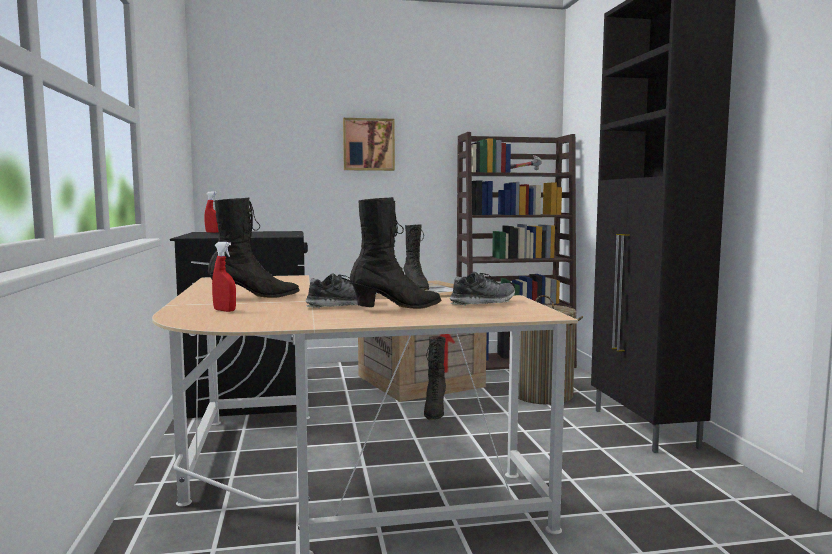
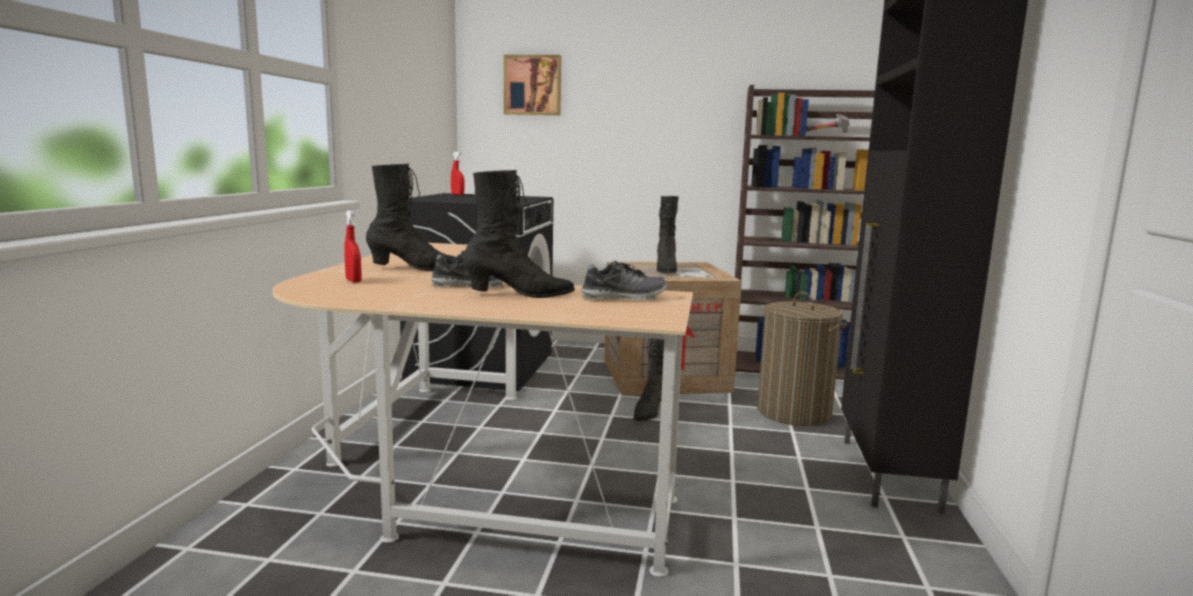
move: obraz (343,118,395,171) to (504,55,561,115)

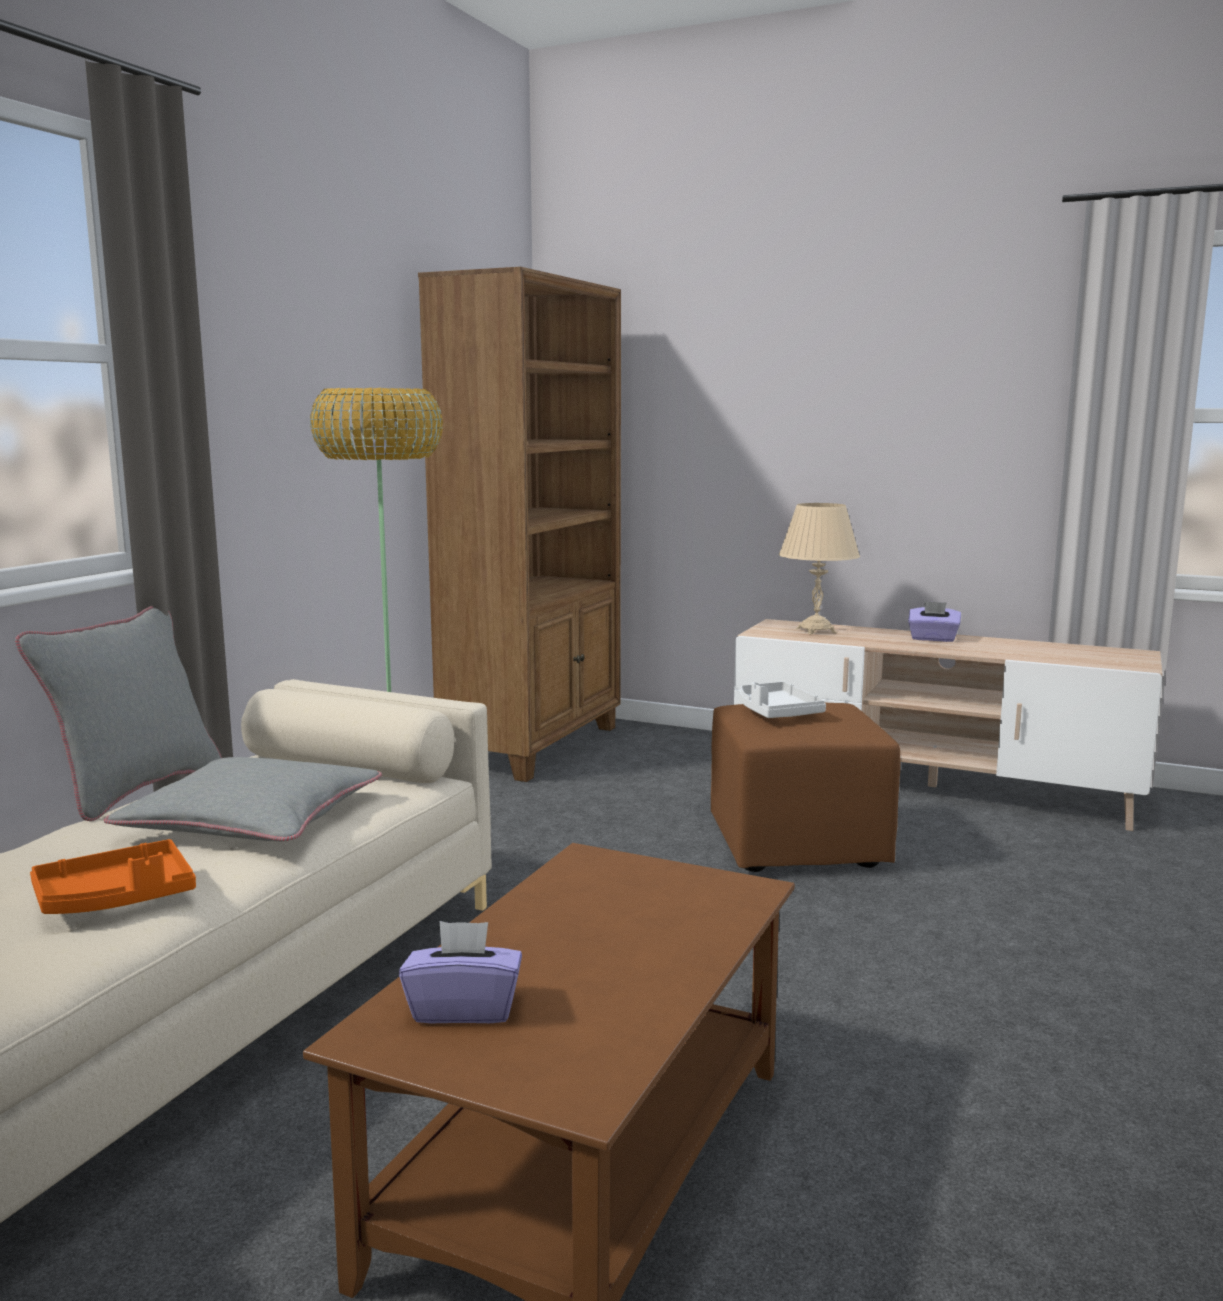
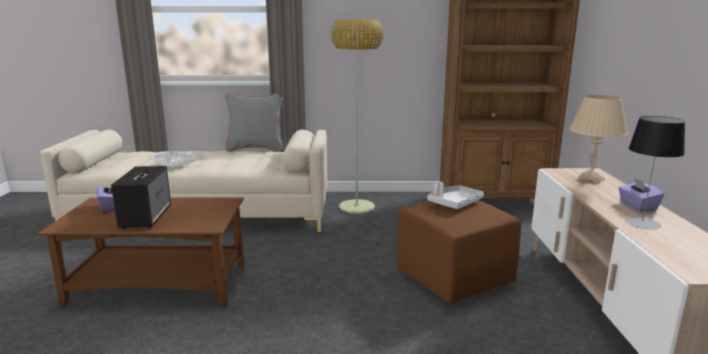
delete: poduszka/szary (104,757,382,841)
insert: głośnik (111,166,171,229); lampa stołowa (625,116,685,229)
recolor: taca/pomarańczowy (30,839,196,914) to taca/biały (153,151,196,167)

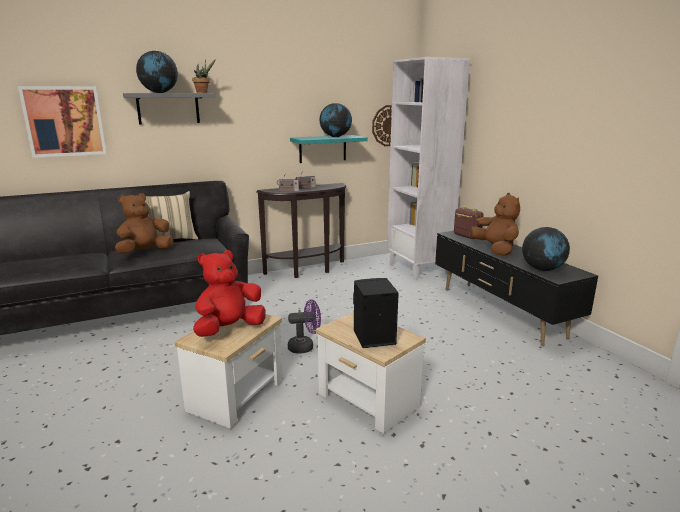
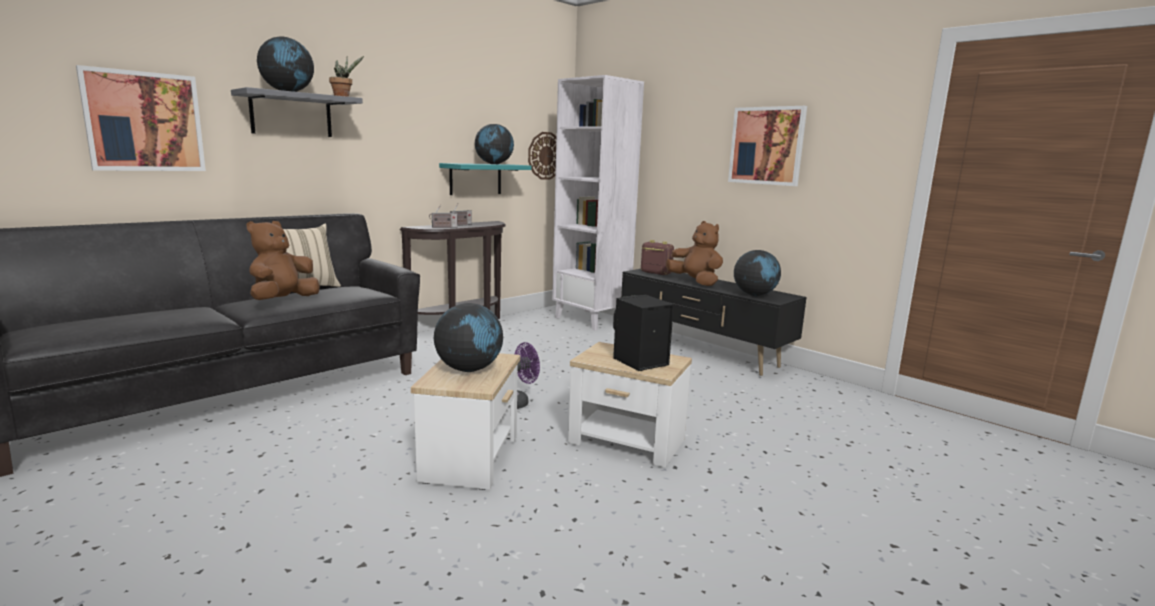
insert: obraz (728,106,807,186)
replace: pluszak/czerwony (193,250,266,337) to globus (434,303,503,372)

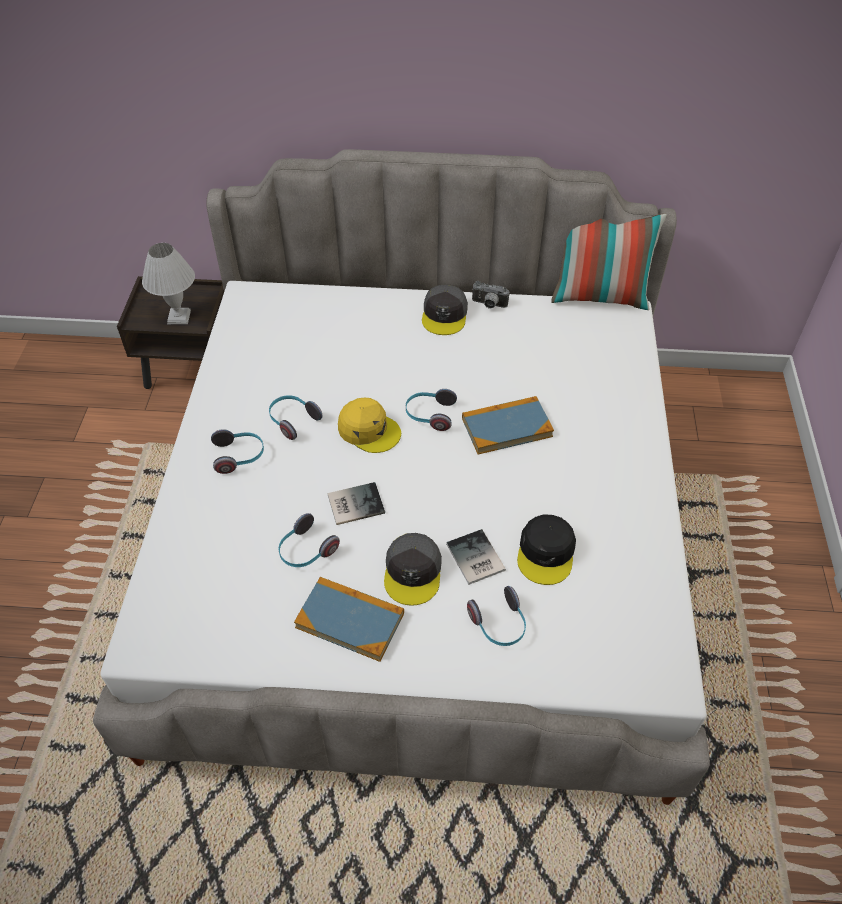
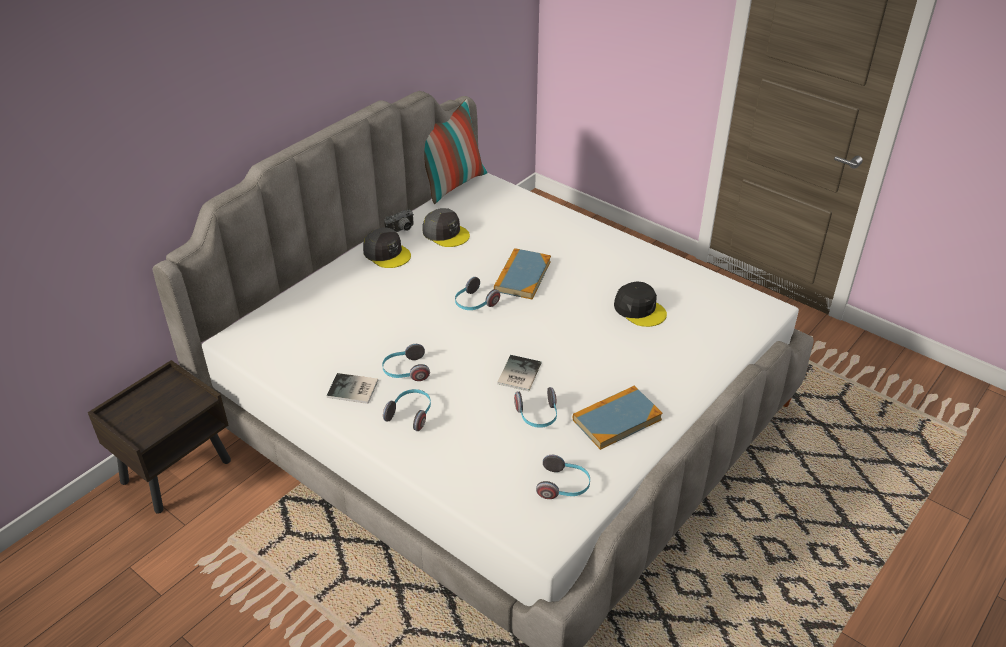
delete: lampa stołowa/biały (142,243,195,324); czapka z daszkiem/żółty (338,398,401,453)
move: książka (446,529,506,585) to (326,373,378,404); czapka z daszkiem/szary (384,533,442,606) to (423,208,470,247); słuchawki (467,586,526,646) to (536,455,590,499)

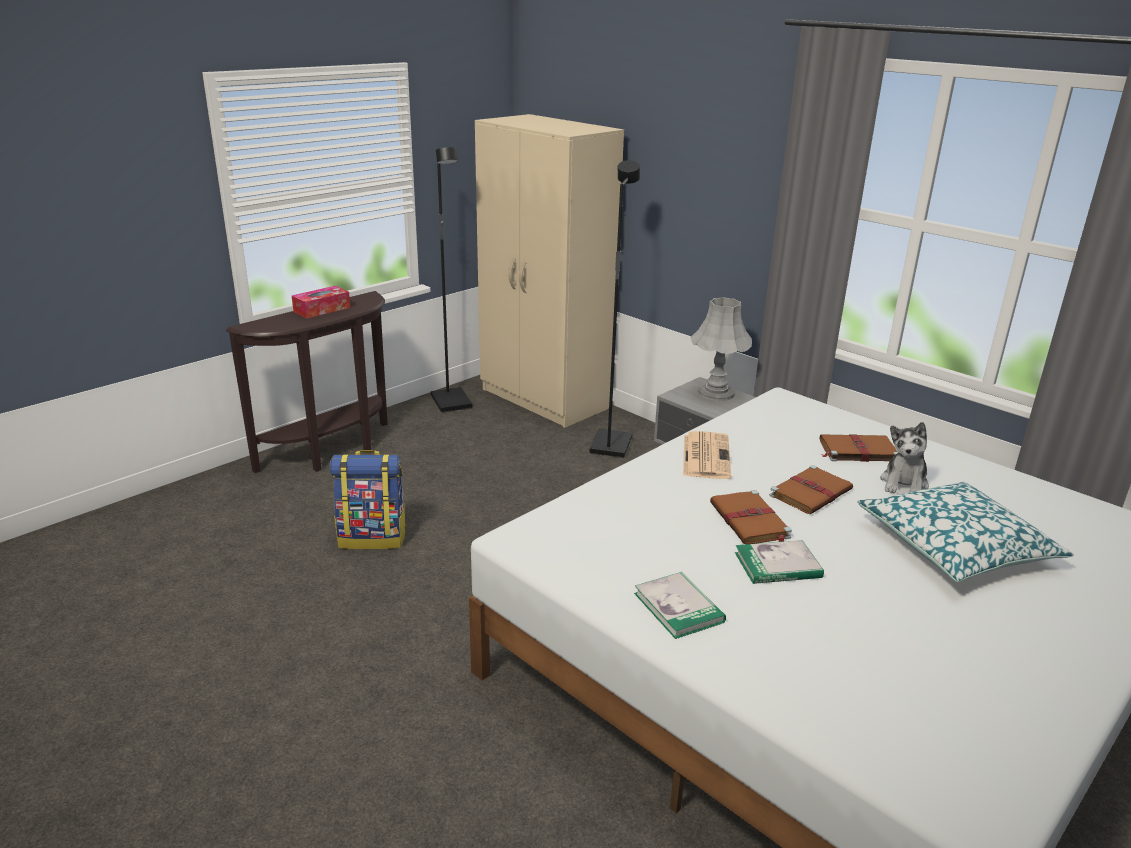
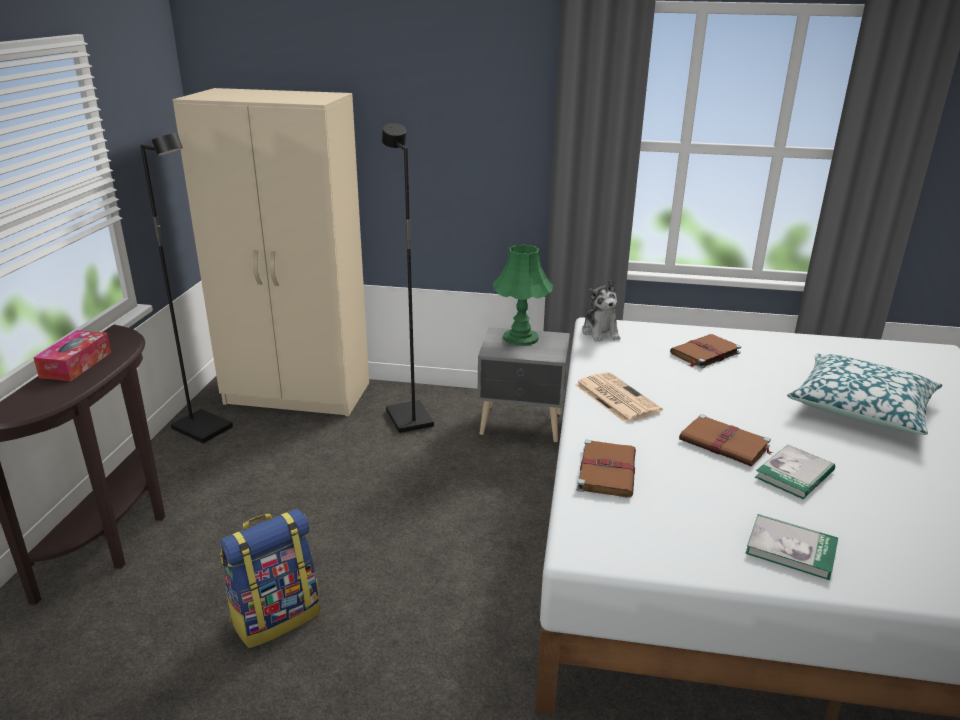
move: książka/brązowy (770,465,853,514) to (577,439,636,498); pluszak (880,422,929,494) to (582,280,620,342)
recolor: lampa stołowa/szary (691,297,752,401) to lampa stołowa/zielony (493,244,553,346)

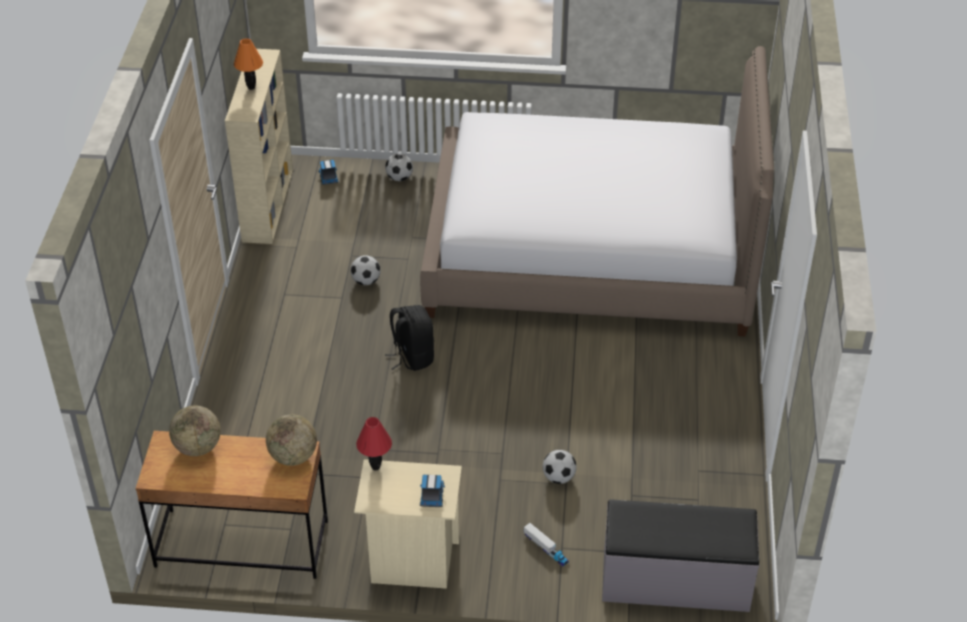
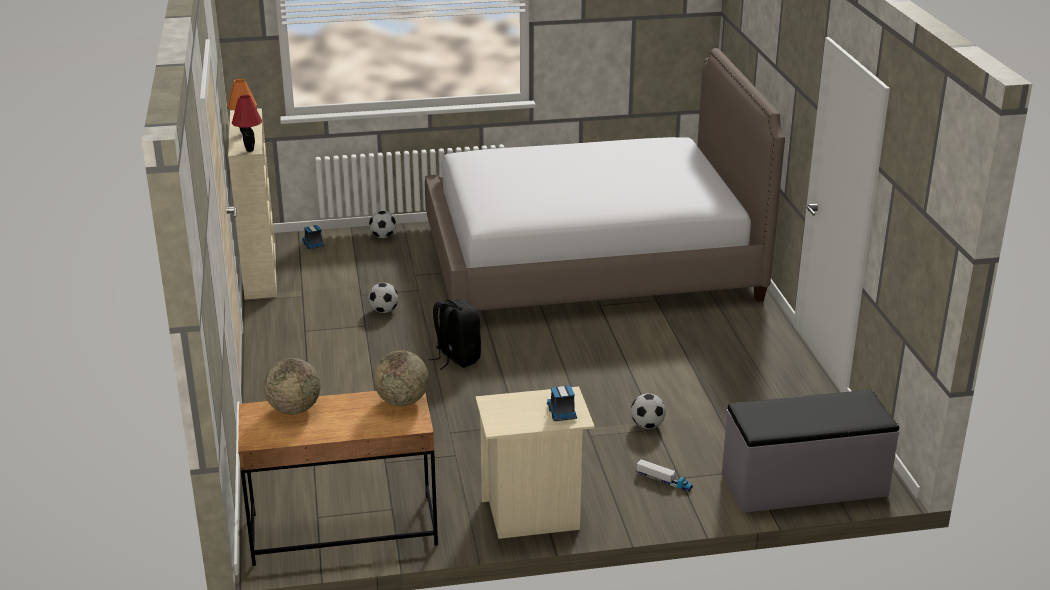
move: lampa stołowa/czerwony (356,417,392,470) to (232,95,262,152)

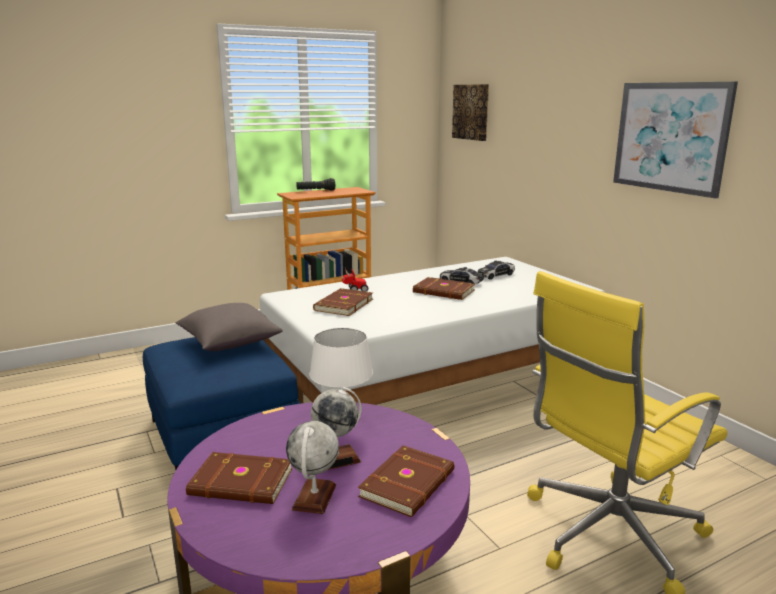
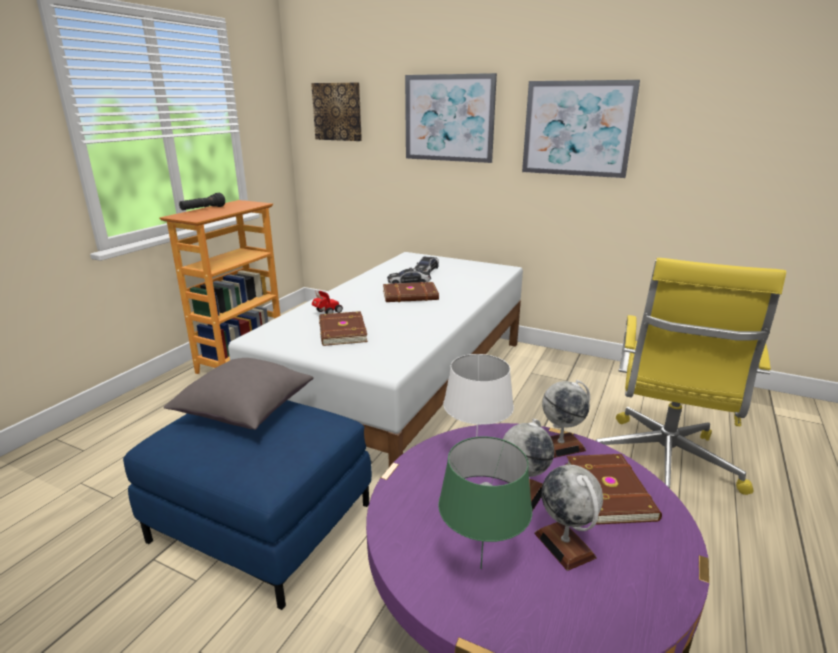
insert: obraz (405,73,497,163); globus (542,380,590,458)
replace: książka/brązowy (186,452,292,504) to lampa stołowa/zielony (438,437,532,569)

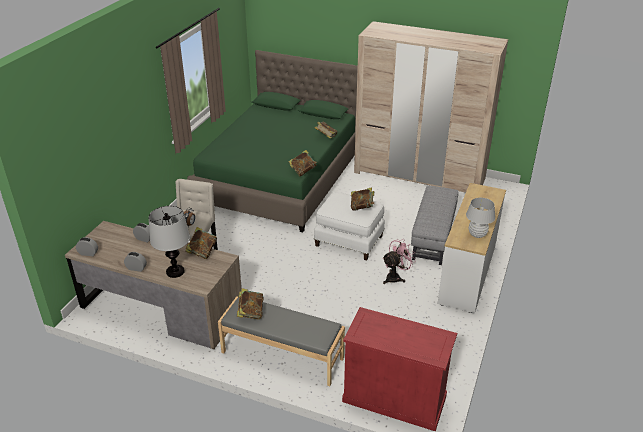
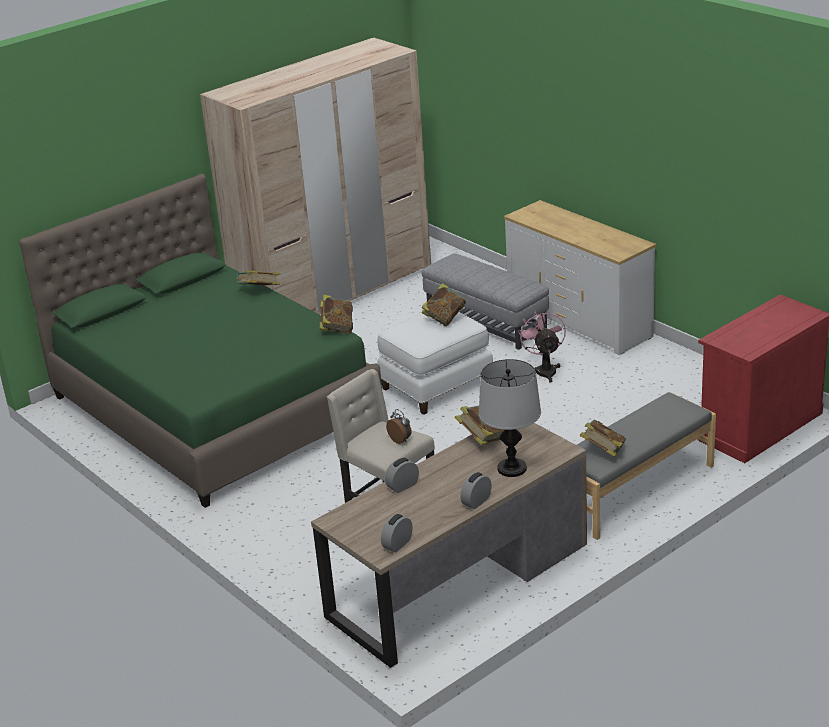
delete: lampa stołowa/biały (466,198,495,238)

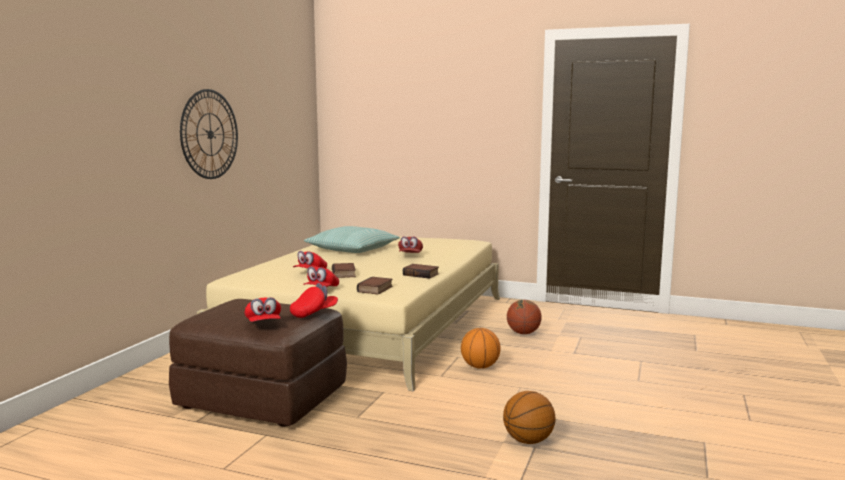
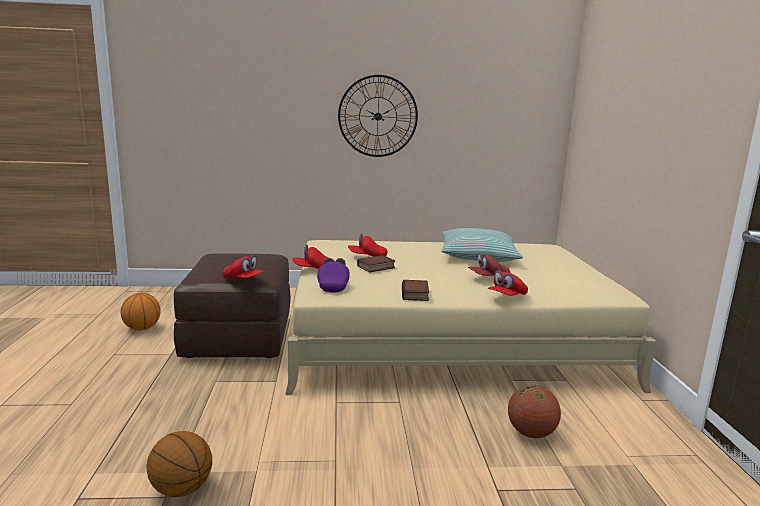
move: piłka do koszykówki (461,328,501,369) to (120,293,161,330); czapka z daszkiem/czerwony (245,297,281,322) to (487,271,528,296)
replace: książka (357,277,393,295) to czapka z daszkiem/fioletowy (317,258,350,293)

